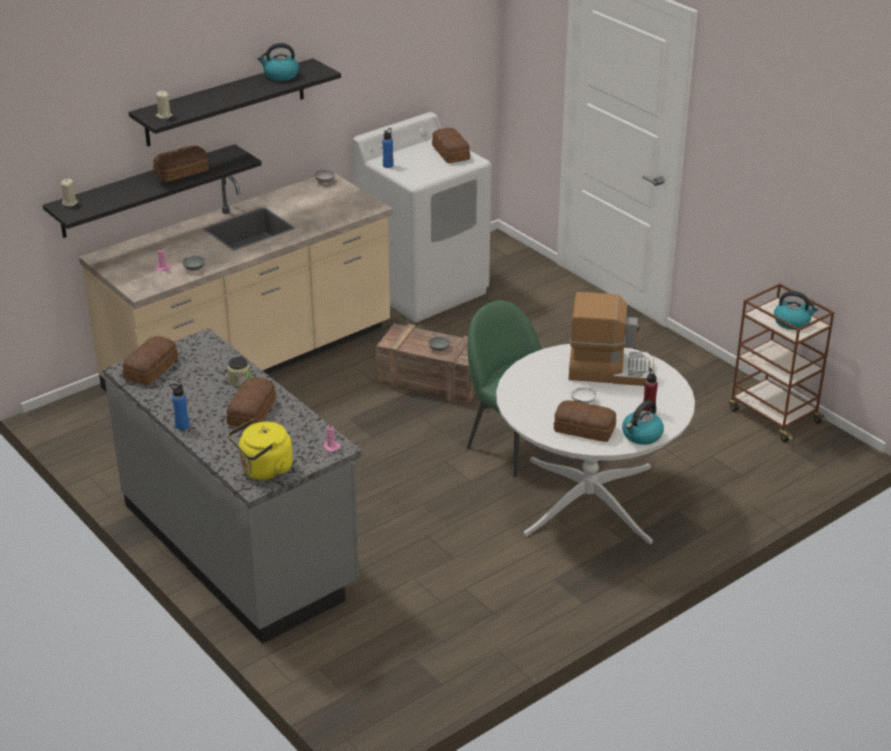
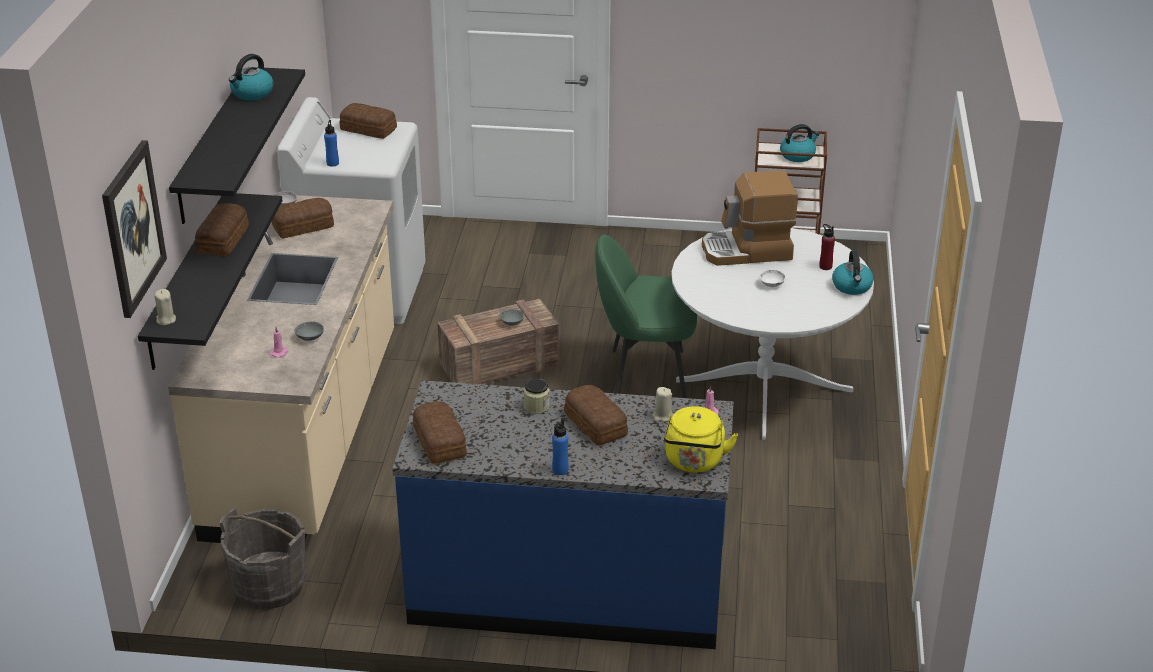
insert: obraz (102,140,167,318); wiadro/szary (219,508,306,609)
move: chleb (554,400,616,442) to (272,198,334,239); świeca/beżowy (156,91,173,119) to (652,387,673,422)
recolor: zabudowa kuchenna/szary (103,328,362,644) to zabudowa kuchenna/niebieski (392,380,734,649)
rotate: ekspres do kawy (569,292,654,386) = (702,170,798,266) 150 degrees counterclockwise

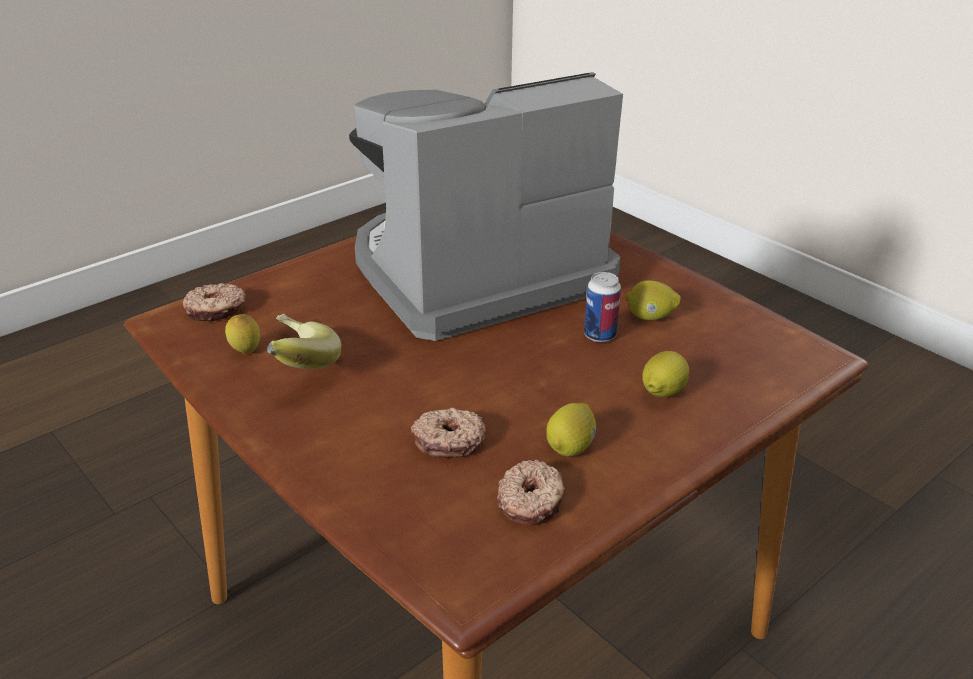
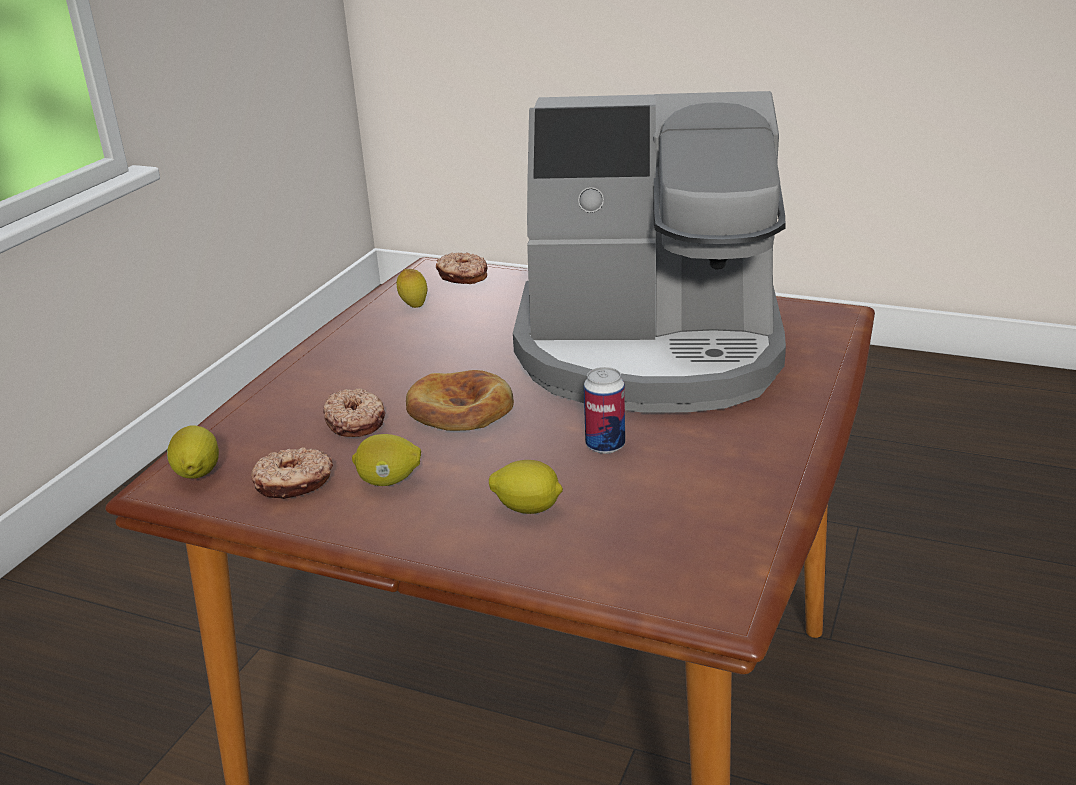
delete: banan (267,314,341,369)
insert: chleb (406,370,514,431)
move: cytryna (626,280,681,320) to (167,425,219,479)
rotate: ekspres do kawy (349,72,623,341) = (513,91,786,413) 150 degrees clockwise

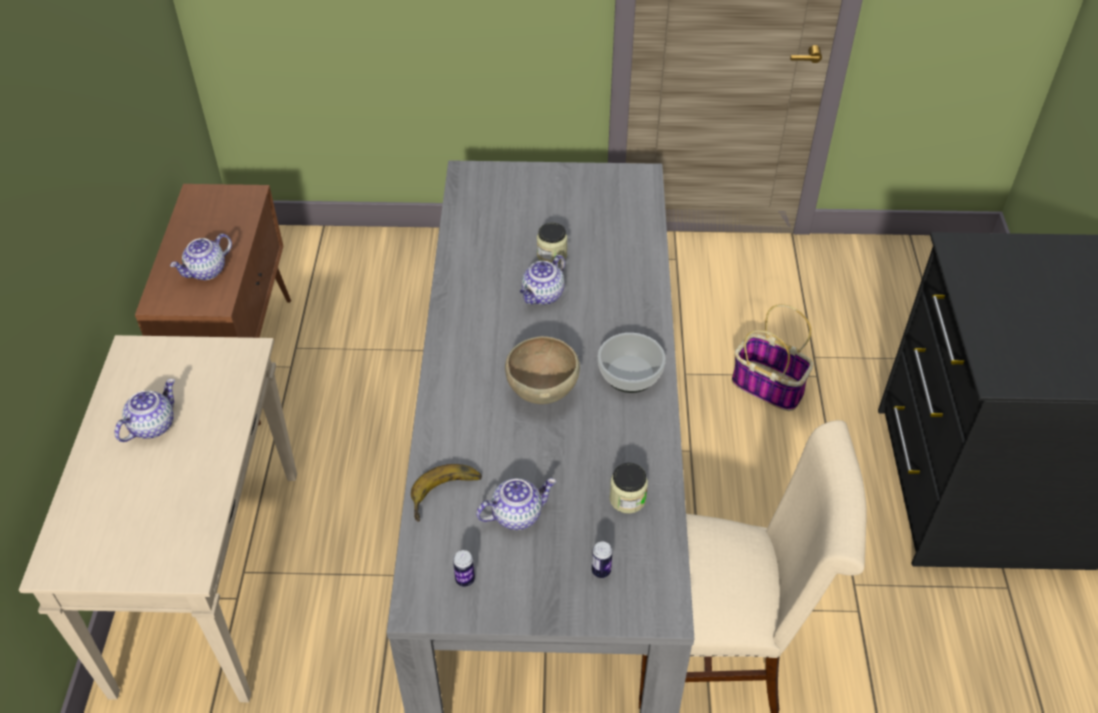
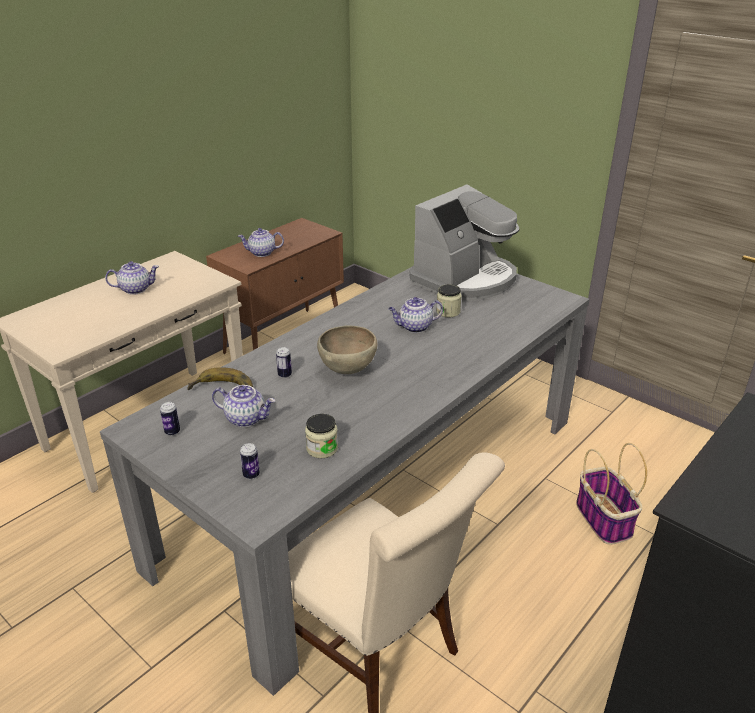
delete: miska (598,333,666,393)
insert: puszka (276,347,292,378); ekspres do kawy (410,184,519,301)

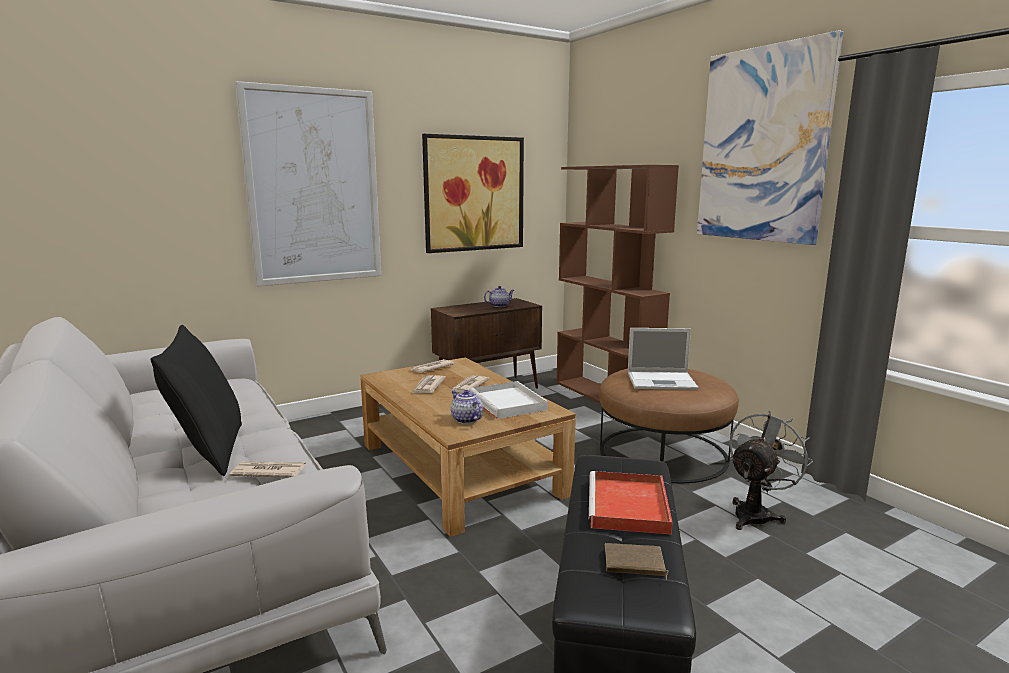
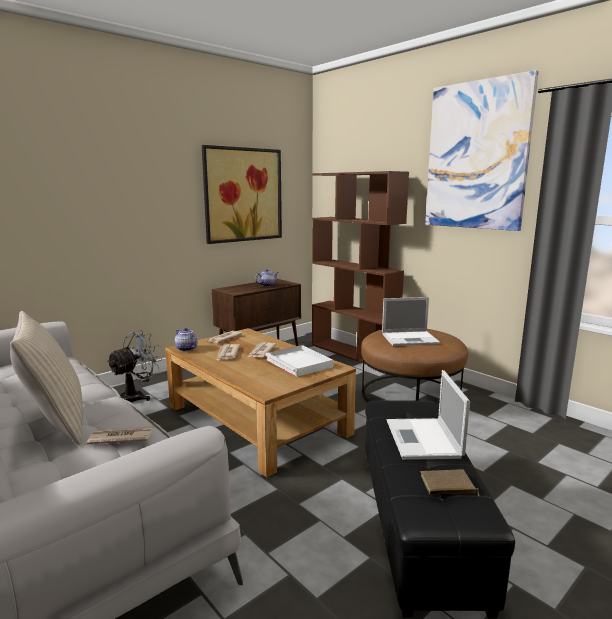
delete: obraz (235,81,381,286)
move: wentylator/szary (729,410,813,530) to (107,330,161,402); imbryk (451,390,483,424) to (175,328,198,351)
replace: taca/czerwony (589,471,673,535) to laptop (387,370,470,460)
recolor: poduszka/czarny (151,325,242,476) to poduszka/beżowy (10,311,83,445)

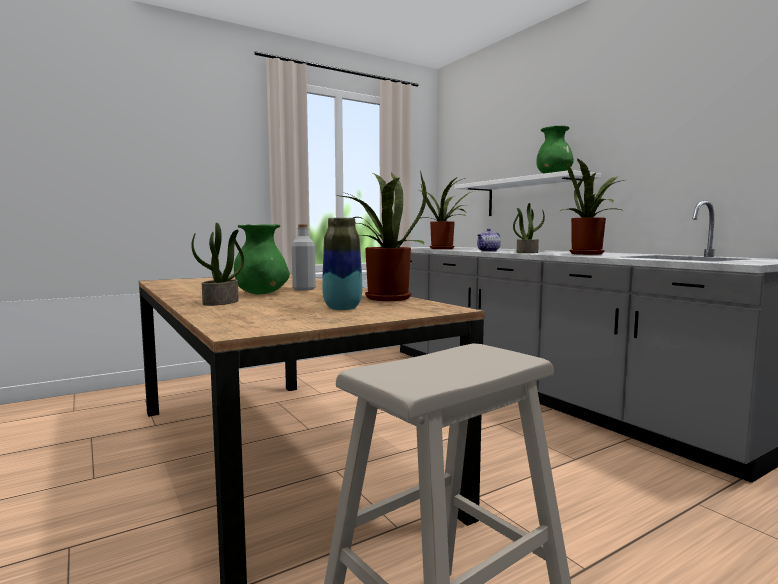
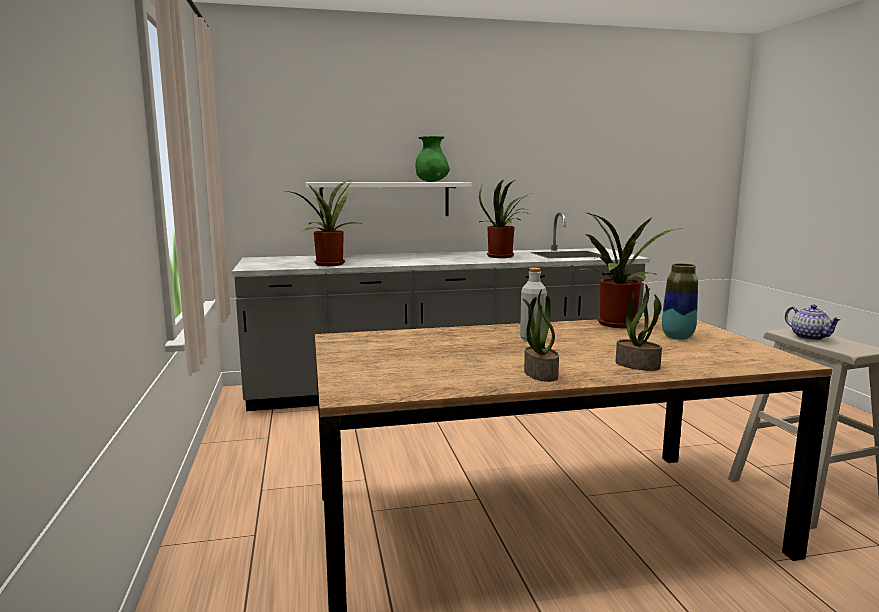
delete: wazon/zielony (234,224,290,295)
move: roślina doniczkowa (513,203,545,253) to (522,289,559,382); imbryk (477,228,501,252) to (785,305,842,340)

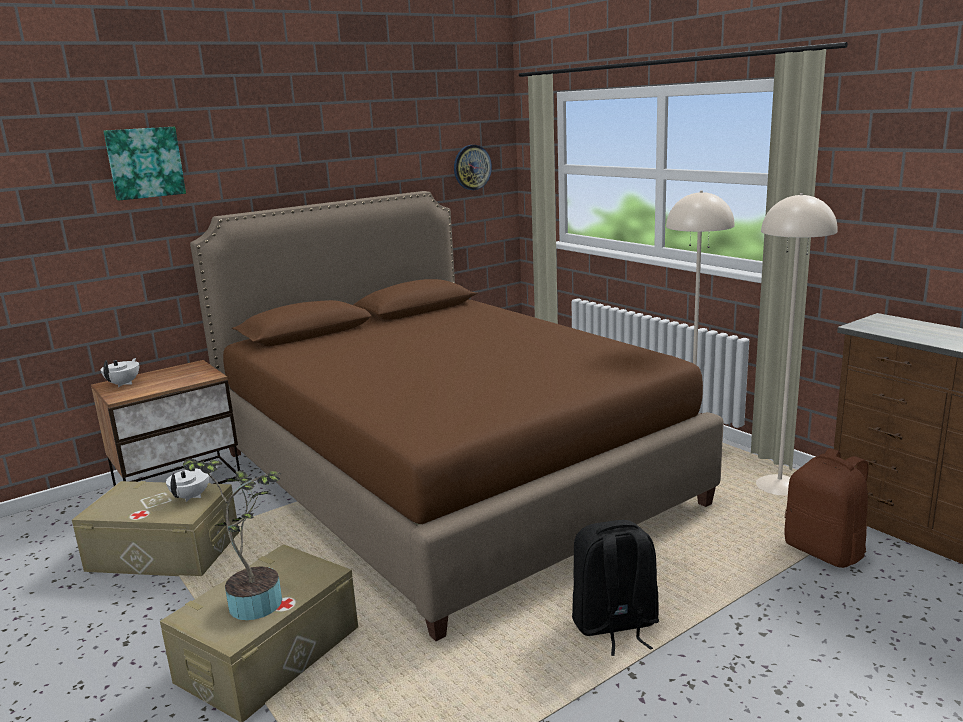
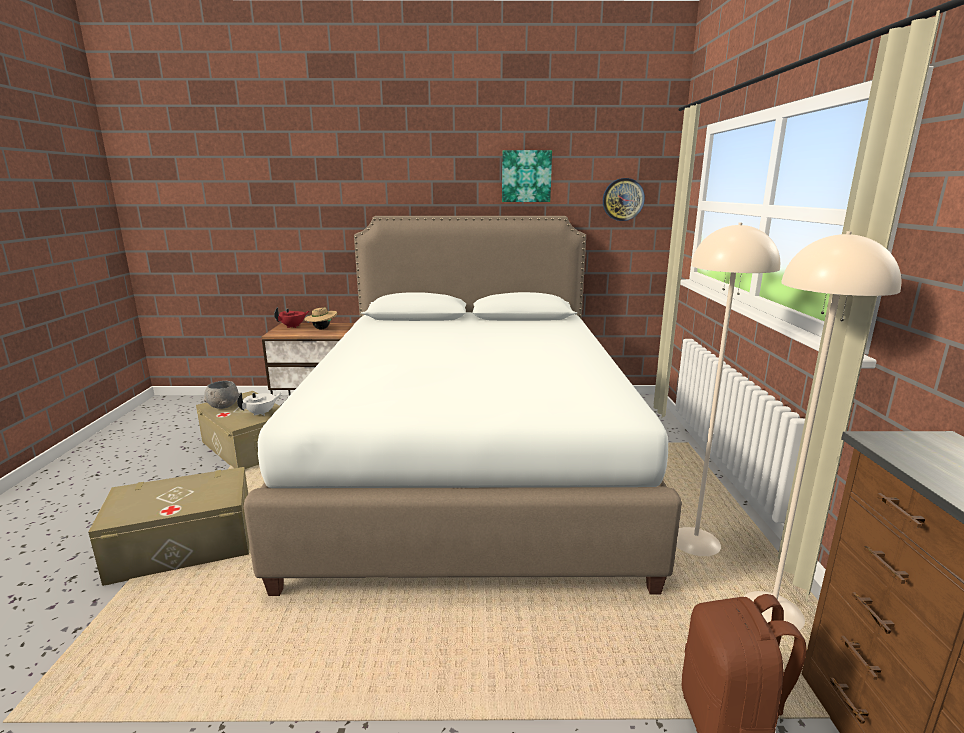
delete: roślina doniczkowa (183,459,282,620); plecak/czarny (572,520,659,656)
insert: miska/szary (204,381,240,409); kapelusz/beżowy (304,306,337,329)
move: obraz (104,127,186,201) to (502,150,552,202)
recolor: łóżko/brązowy (190,191,724,641) to łóżko/biały (244,216,682,596); imbryk/biały (101,358,139,387) to imbryk/czerwony (274,307,309,328)

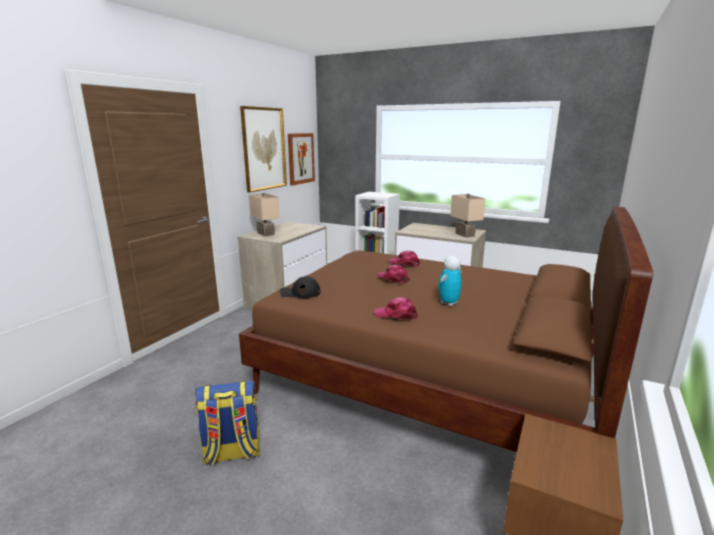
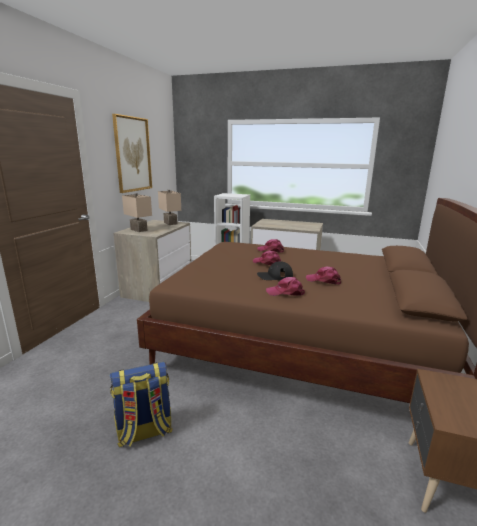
delete: obraz (288,133,315,185)
move: lampa stołowa/beżowy (450,194,485,238) to (158,190,181,225); czapka z daszkiem/czarny (280,276,321,298) to (257,261,293,280)
replace: robot zabawkowy (438,256,462,306) to czapka z daszkiem/różowy (306,267,341,284)

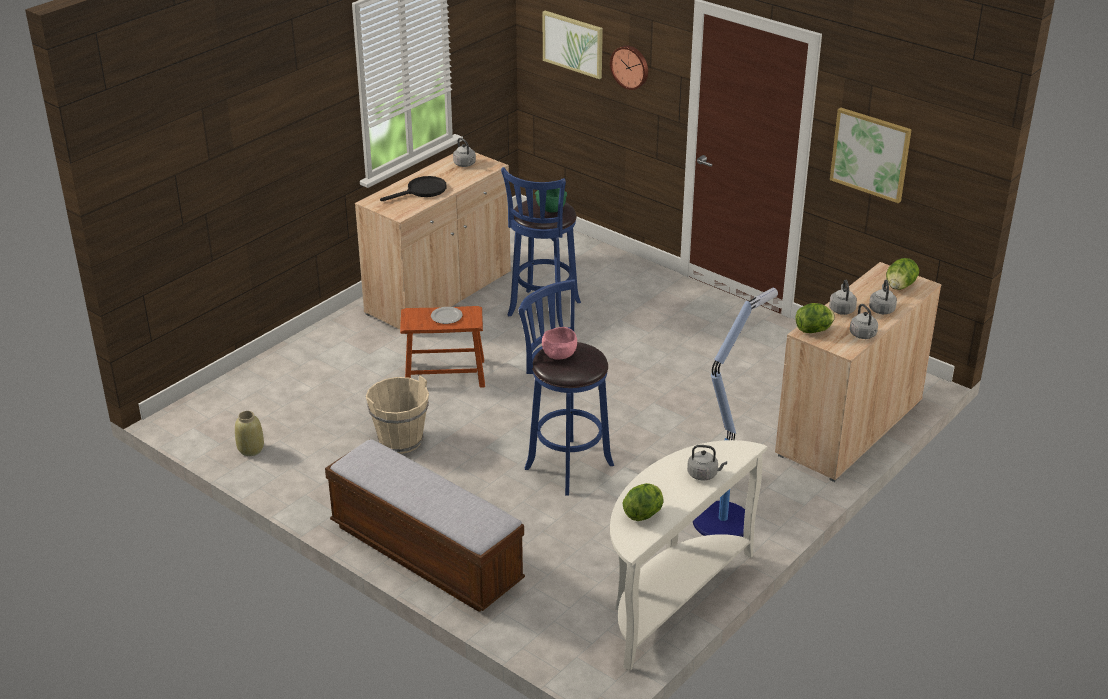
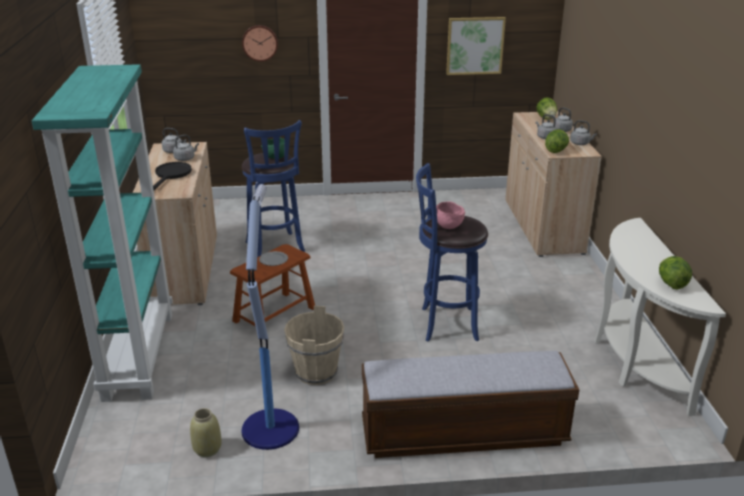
delete: obraz (543,11,603,79)
insert: regał/turkusowy (32,64,173,402)
move: czajnik/szary (687,445,727,480) to (173,135,199,161); lampa stojąca (693,288,778,537) to (241,184,299,450)

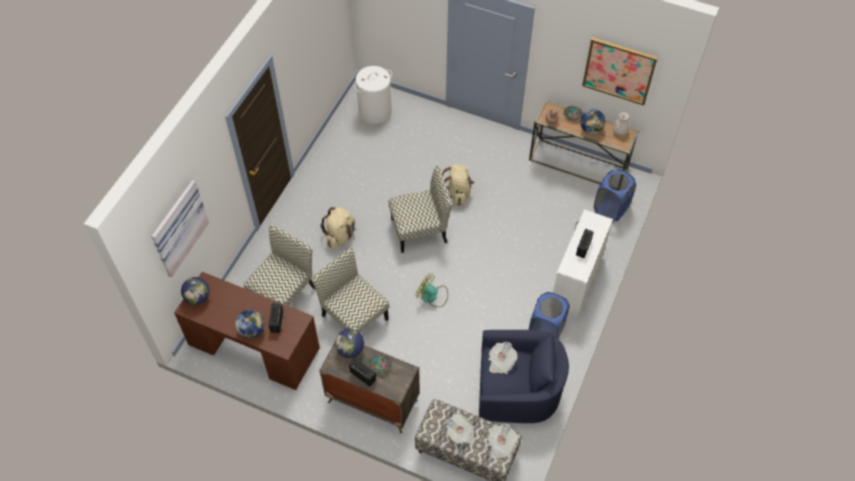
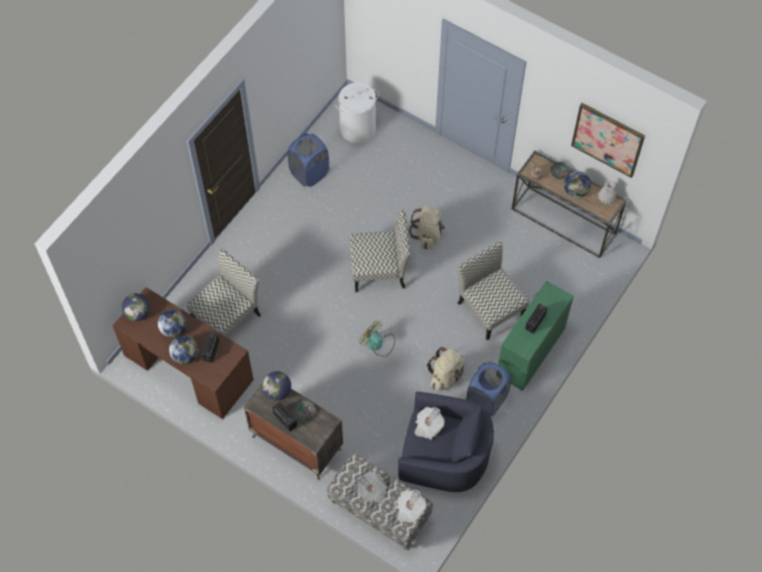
delete: obraz (151,180,209,277)
insert: globus (158,309,187,338)
move: kosz na pranie/niebieski (594,169,636,222) to (288,134,329,187); plecak/beżowy (320,207,355,249) to (427,347,465,391); krzesło (311,247,389,333) to (458,241,529,340)
recolor: biurko/biały (553,209,613,318) to biurko/zielony (498,281,574,391)

